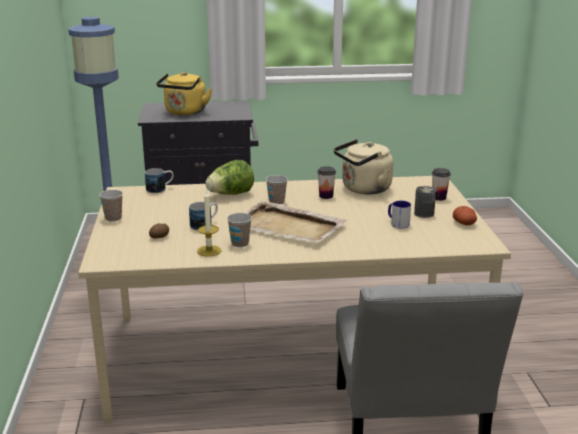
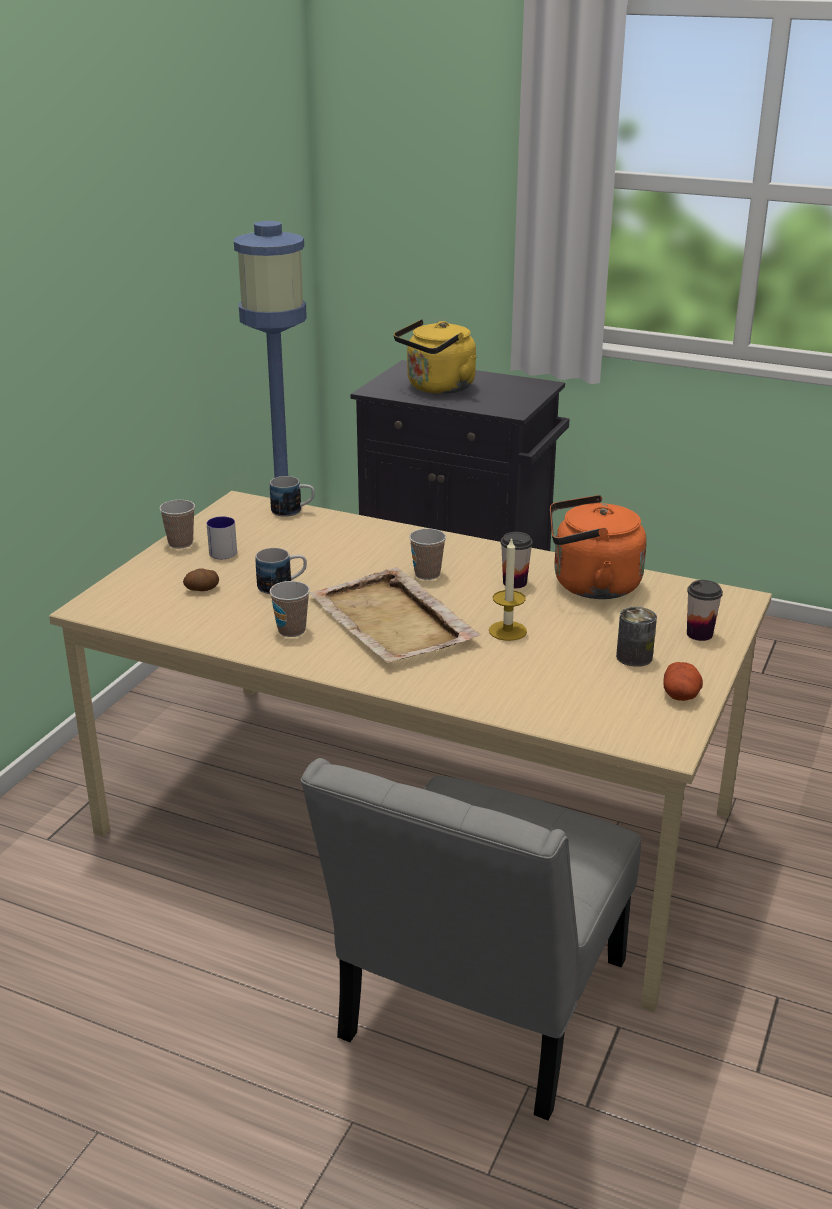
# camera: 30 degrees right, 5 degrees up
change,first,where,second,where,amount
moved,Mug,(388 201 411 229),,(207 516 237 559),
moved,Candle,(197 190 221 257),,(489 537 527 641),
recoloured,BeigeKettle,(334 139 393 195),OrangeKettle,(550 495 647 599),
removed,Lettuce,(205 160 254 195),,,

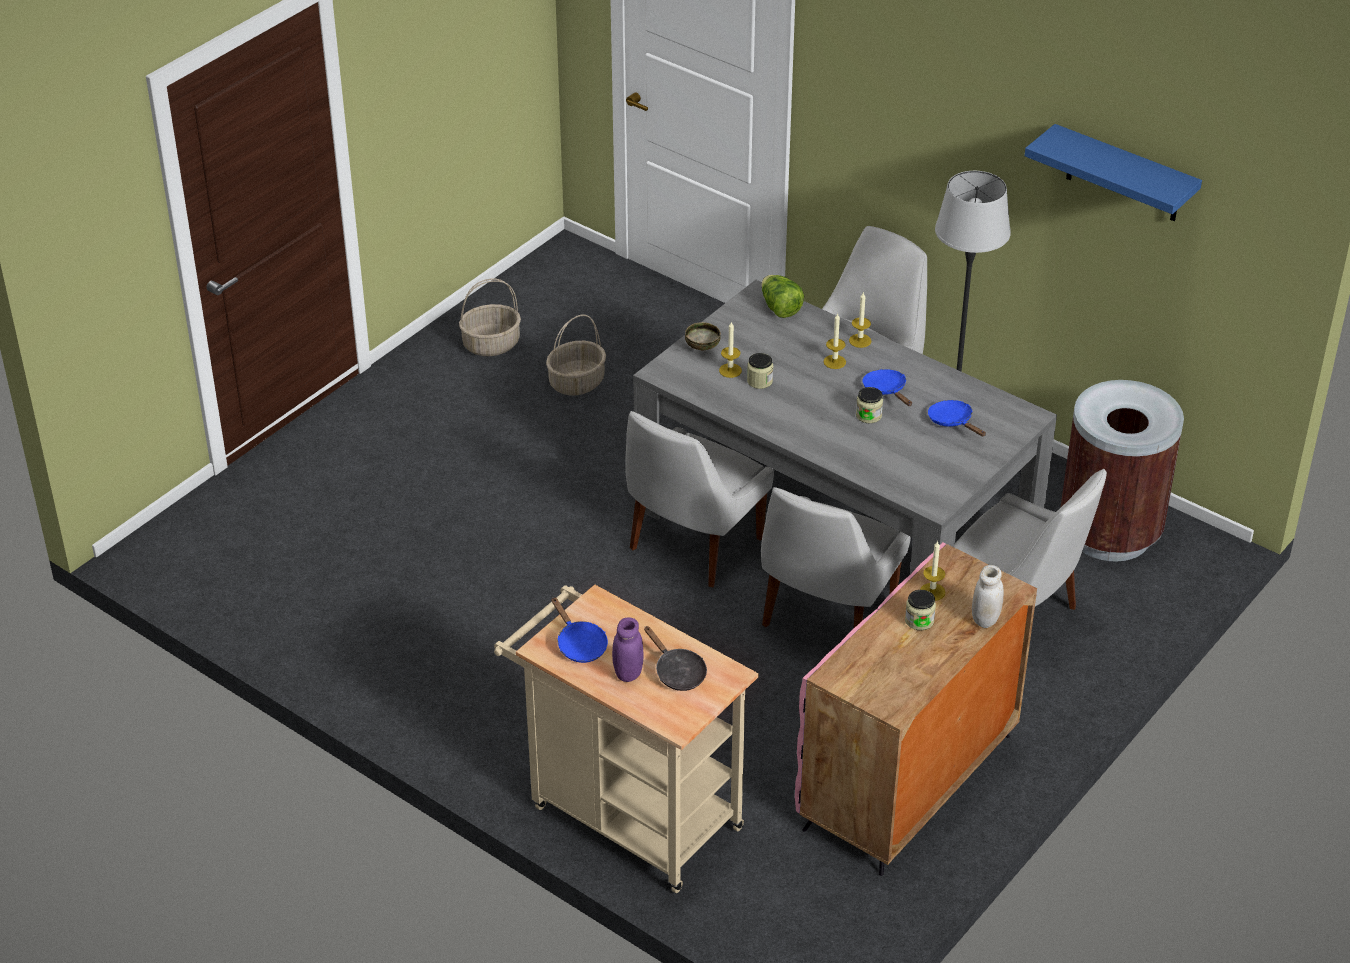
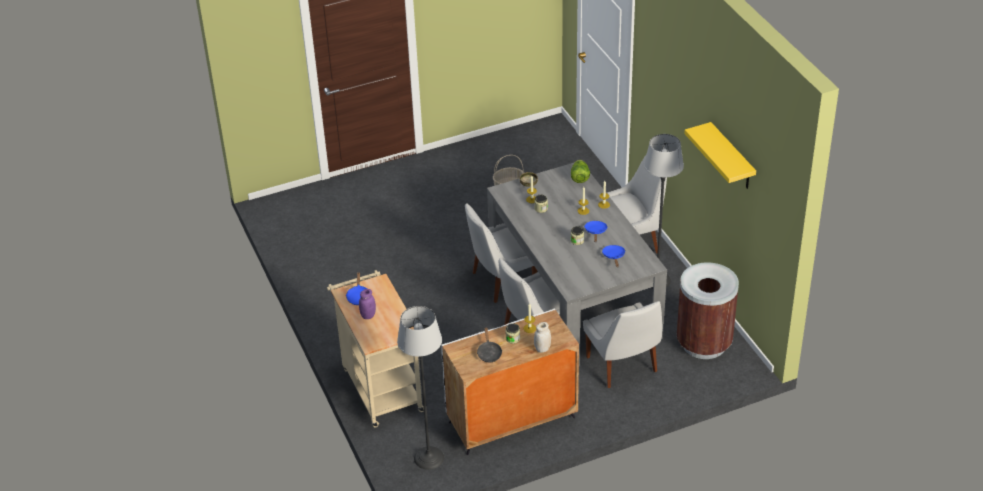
# camera: 30 degrees right, 0 degrees up
change,first,where,second,where,amount
added,,,FloorLamp,(397 306 444 470),
recoloured,PinkCabinet,(795 542 1037 876),WhiteCabinet,(441 308 579 455),
moved,BlackFryingPan,(644 626 707 691),,(477 327 502 362),
recoloured,BlueShelf,(1024 124 1202 221),YellowShelf,(684 122 756 189),
removed,Basket,(459 279 521 356),,,

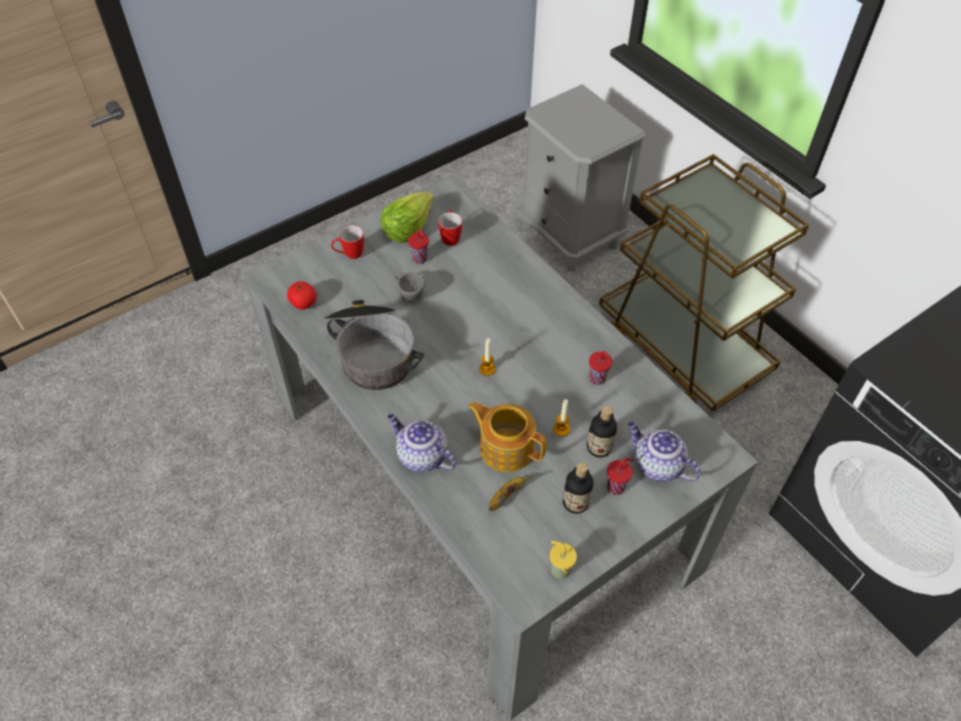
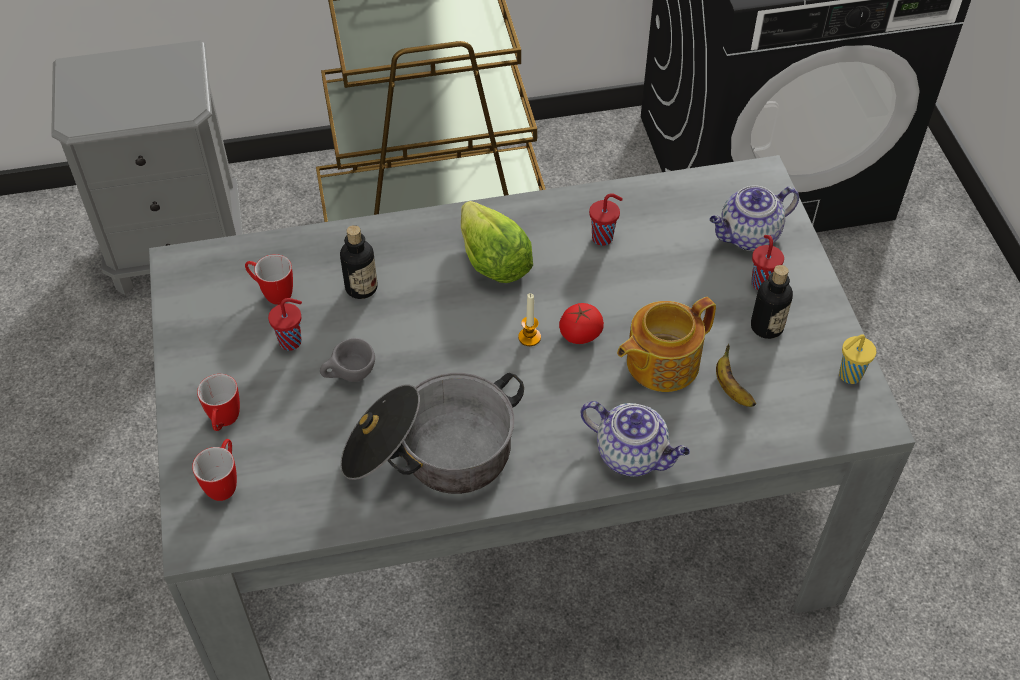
# camera: 65 degrees left, 0 degrees up
change,first,where,second,where,amount
added,,,Mug,(192 439 237 501),
moved,Bottle,(586 406 617 458),,(340 225 378 299),
moved,Lettuce,(380 192 434 243),,(461 201 533 283),
moved,Tomato,(287 281 317 309),,(559 303 604 344),
turned,Teapot,(387 414 456 472),,(581 401 690 477),120 degrees counterclockwise
removed,Candle,(553 399 570 436),,,

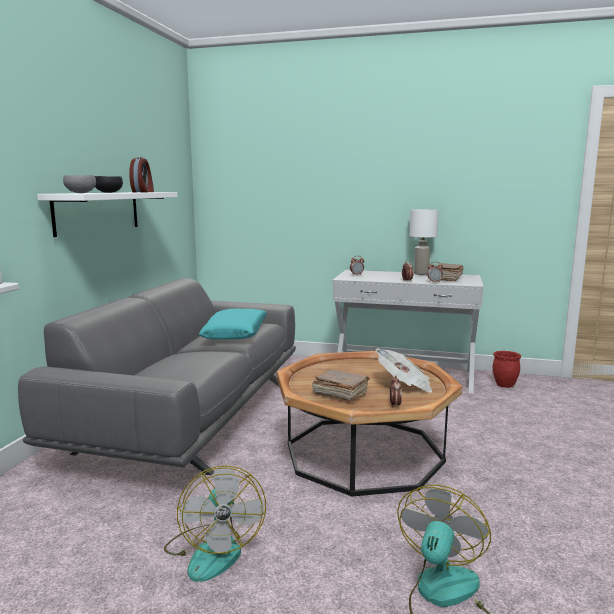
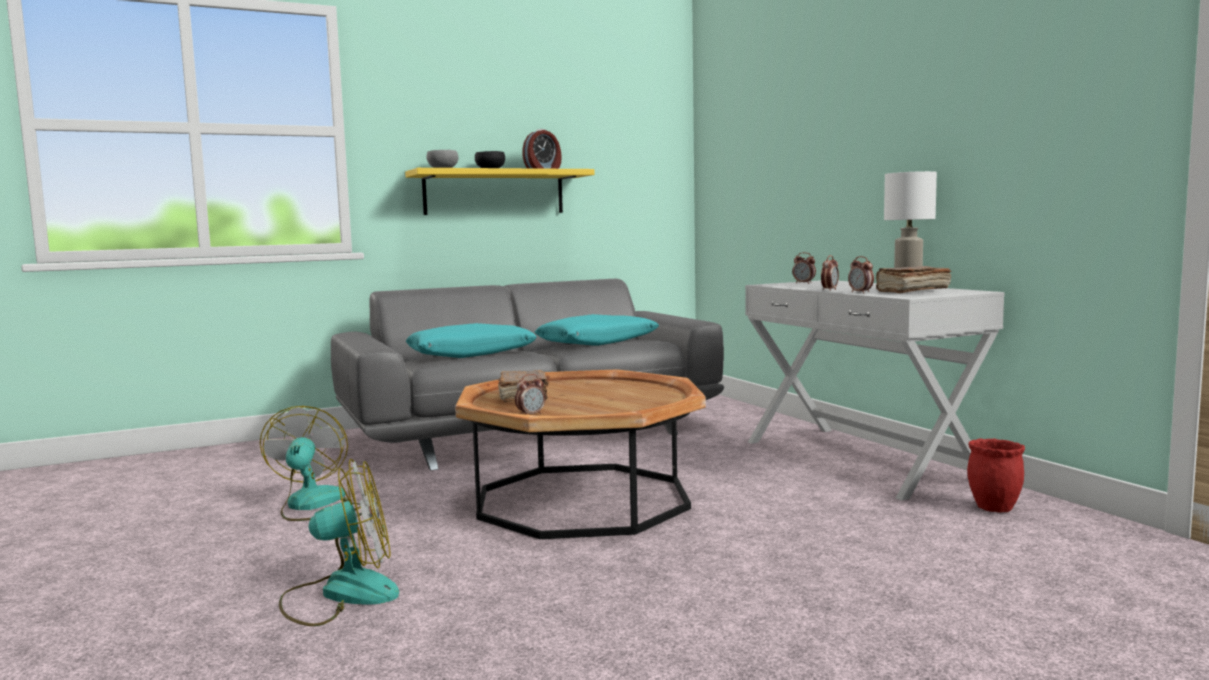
# camera: 50 degrees right, 5 degrees down
change,first,where,second,where,amount
turned,Fan,(164 465 266 582),,(260 406 361 521),135 degrees clockwise
recoloured,WhiteShelf,(37 192 178 237),YellowShelf,(405 168 595 215),
added,,,TurquoisePillow,(406 323 537 358),
removed,Newspaper,(375 348 432 393),,,

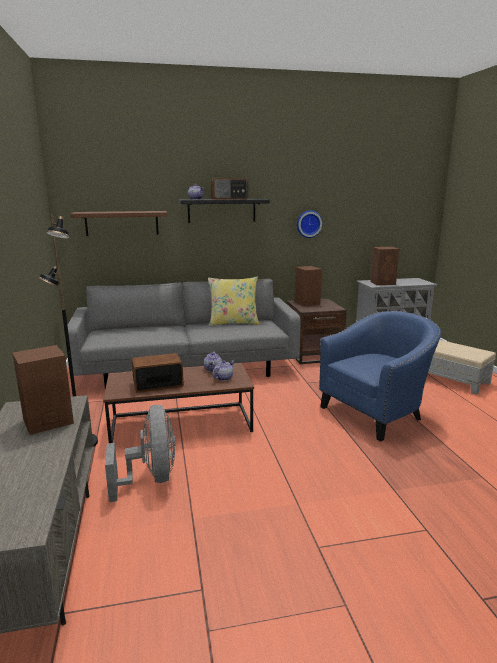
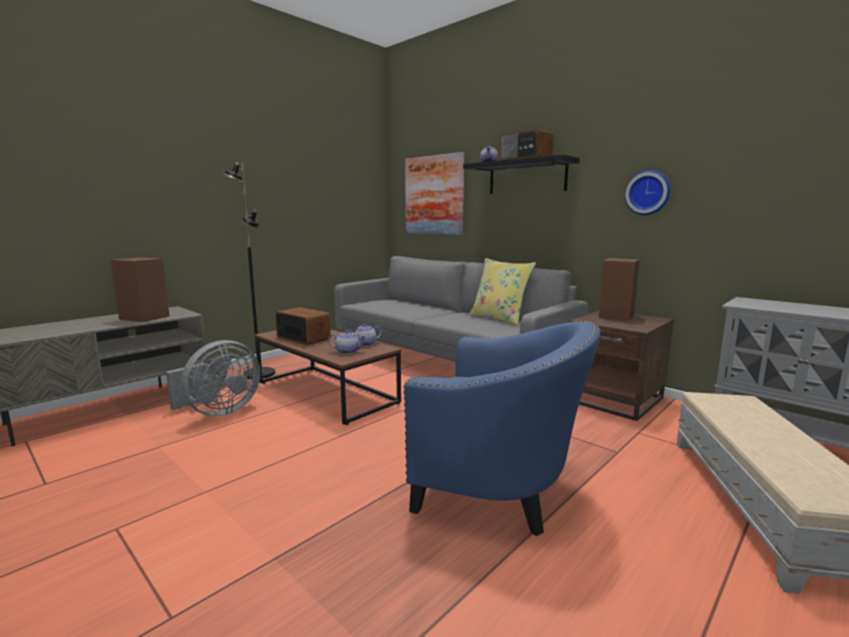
# camera: 55 degrees right, 5 degrees down
change,first,where,second,where,amount
replaced,BrownShelf,(70 211 167 236),Picture,(405 152 465 235),
removed,BrownSpeaker,(370 247 399 285),,,

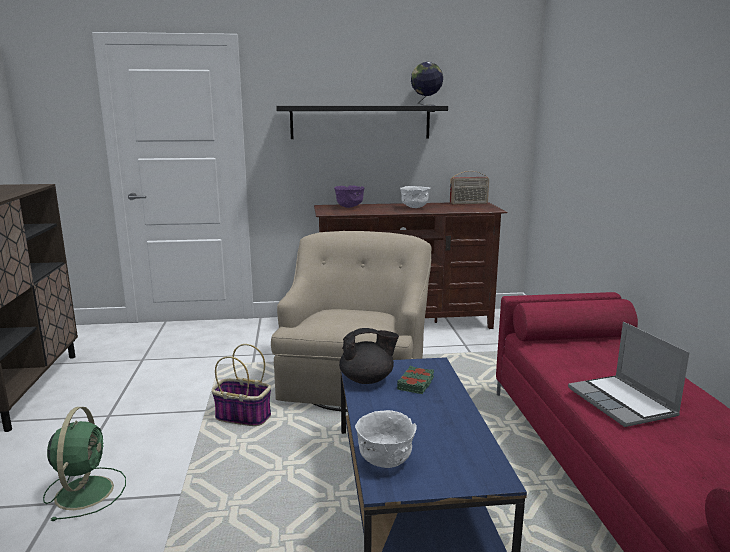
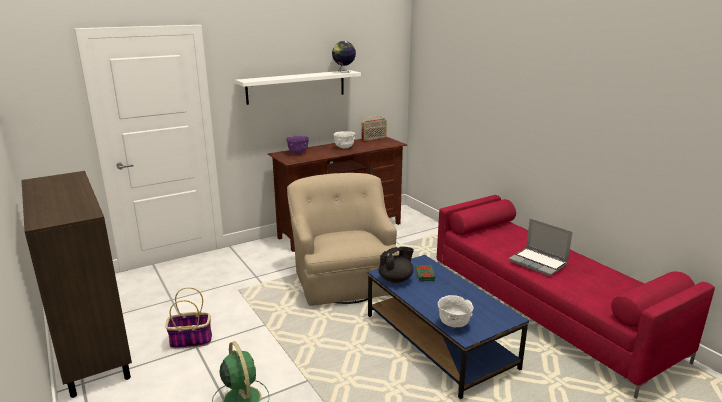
# camera: 25 degrees left, 5 degrees up
change,first,where,second,where,amount
moved,Basket,(212 344 271 426),,(165 287 212 349),
recoloured,BlackShelf,(276 106 448 139),WhiteShelf,(235 70 361 105),

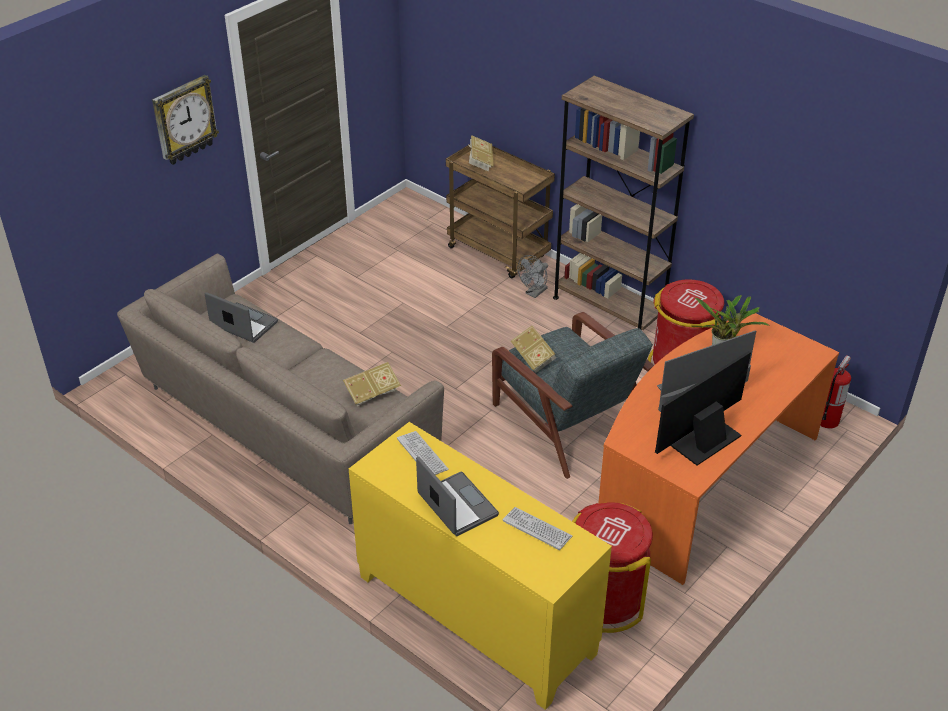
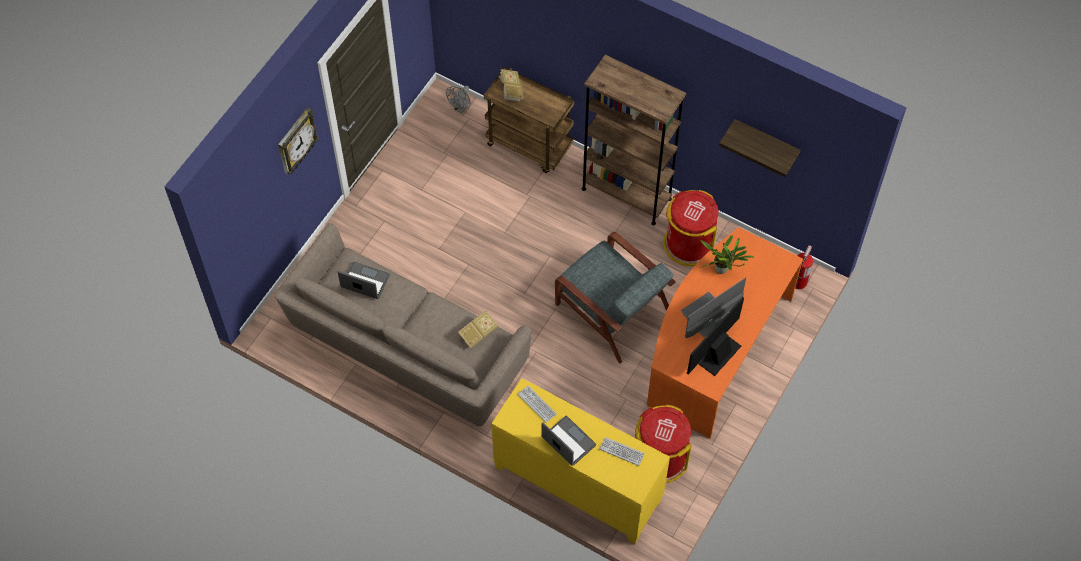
# camera: 10 degrees left, 20 degrees up
change,first,where,second,where,amount
moved,GreyFan,(518 255 548 298),,(446 86 470 113),
added,,,Shelf,(719 119 801 177),
removed,Book,(511 325 556 373),,,

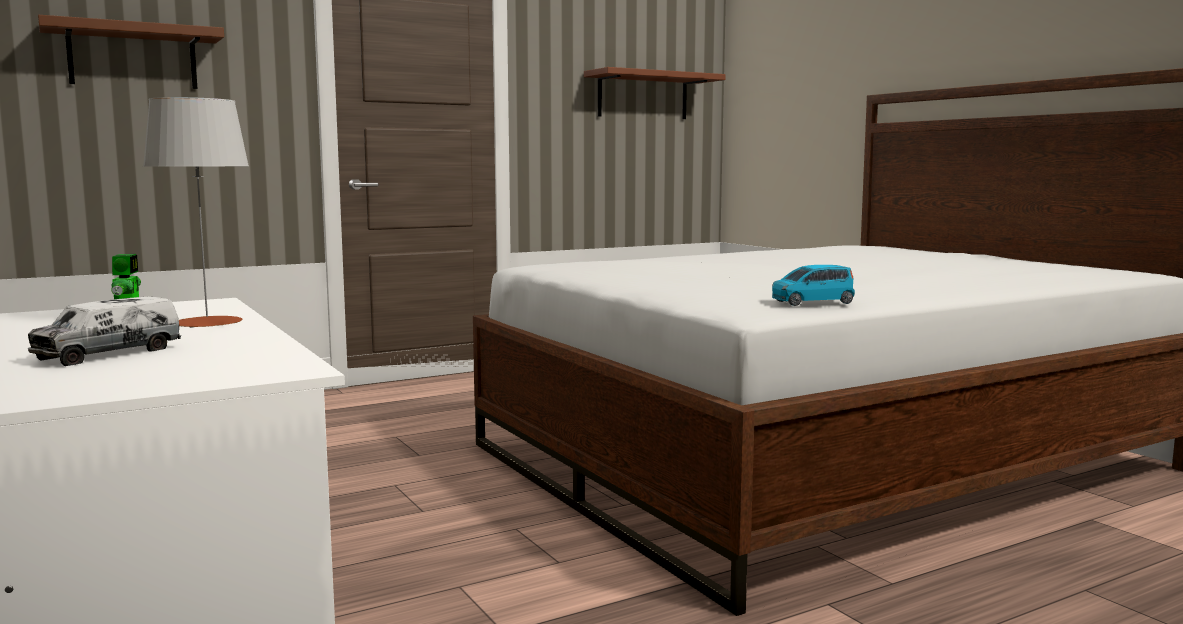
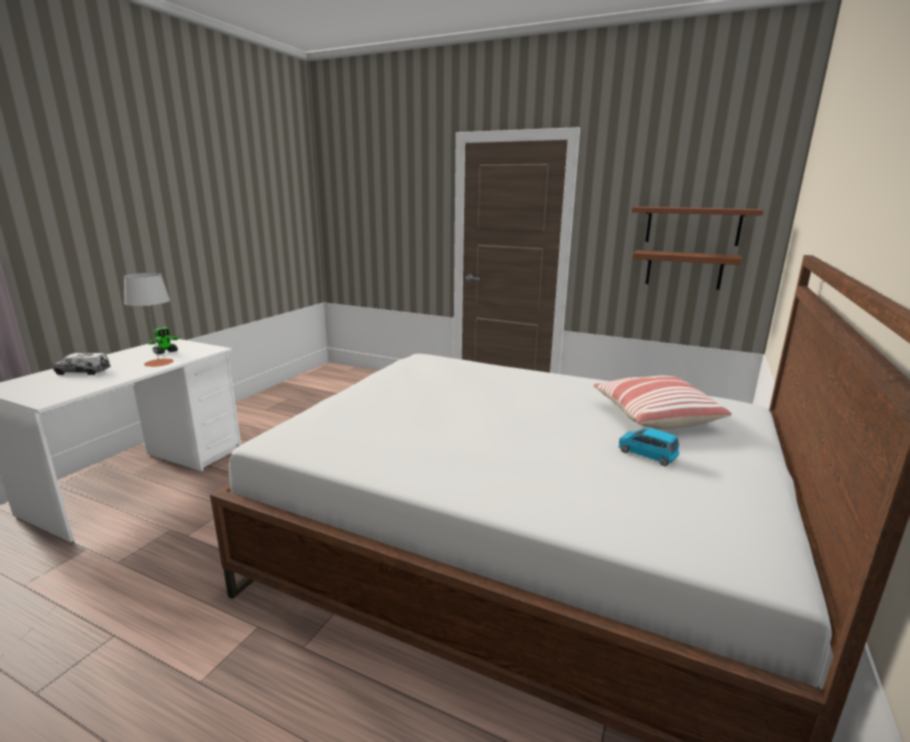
# camera: 55 degrees right, 10 degrees up
change,first,where,second,where,amount
added,,,Pillow,(593 376 732 429),
moved,BlueToyCar,(772 265 855 306),,(619 428 679 466),
moved,BrownShelf,(38 15 224 89),,(632 250 742 290),

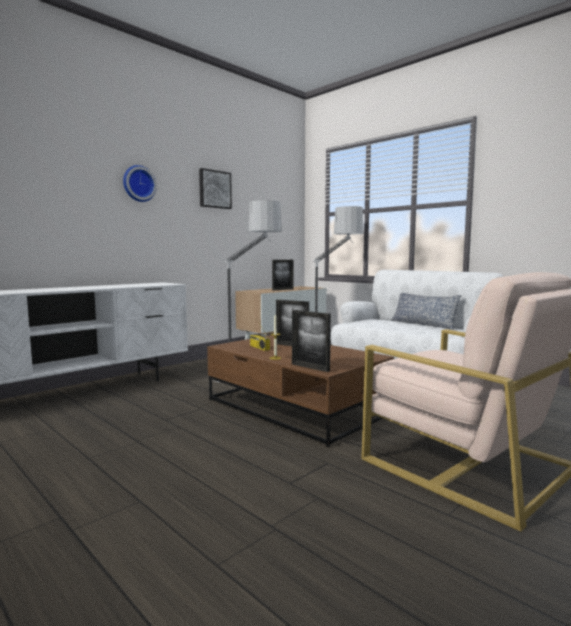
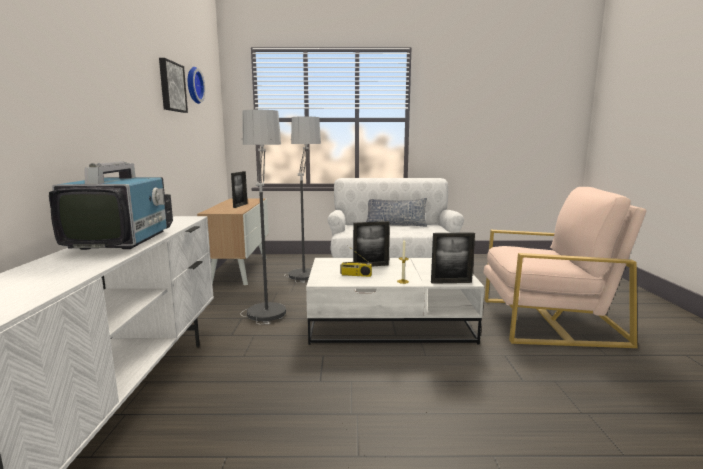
# camera: 45 degrees left, 5 degrees up
change,first,where,second,where,amount
added,,,Television,(49 161 173 250),
moved,WallClock,(123 165 157 202),,(188 67 205 104),
recoloured,BrownCoffeeTable,(207 335 394 447),WhiteCoffeeTable,(306 258 484 345),

